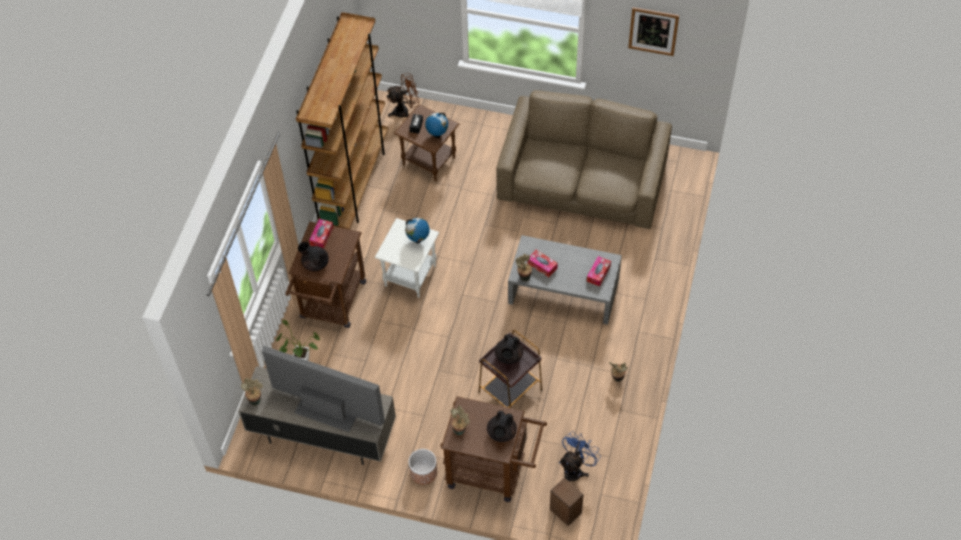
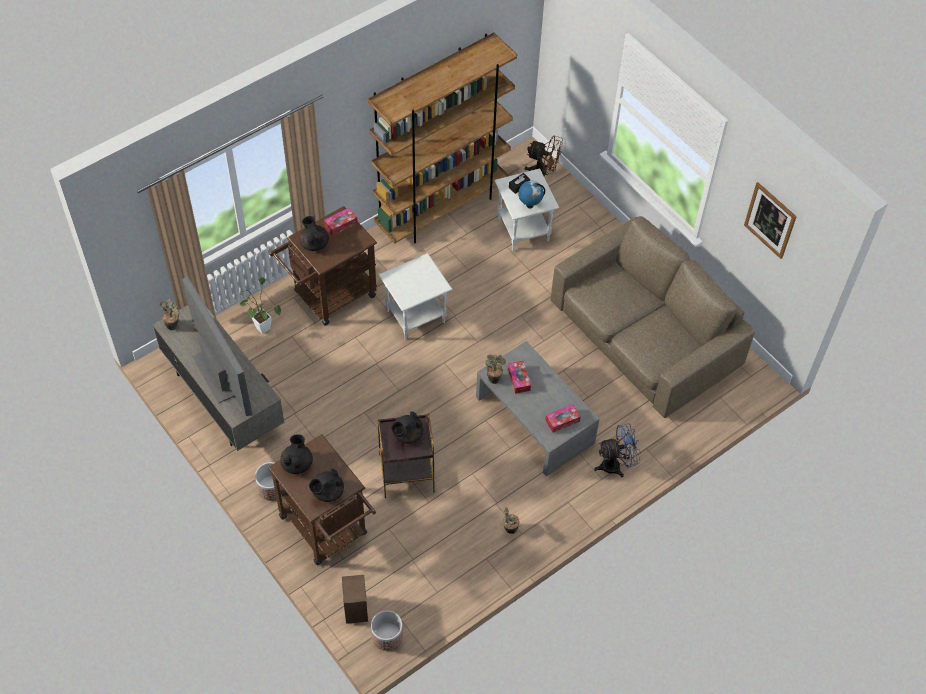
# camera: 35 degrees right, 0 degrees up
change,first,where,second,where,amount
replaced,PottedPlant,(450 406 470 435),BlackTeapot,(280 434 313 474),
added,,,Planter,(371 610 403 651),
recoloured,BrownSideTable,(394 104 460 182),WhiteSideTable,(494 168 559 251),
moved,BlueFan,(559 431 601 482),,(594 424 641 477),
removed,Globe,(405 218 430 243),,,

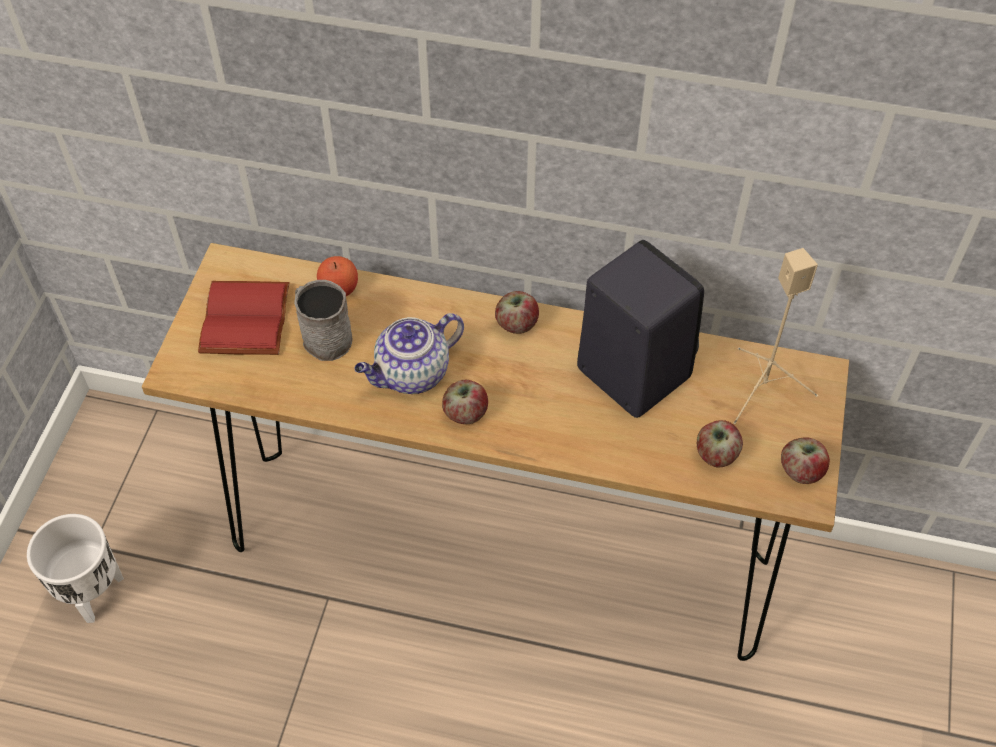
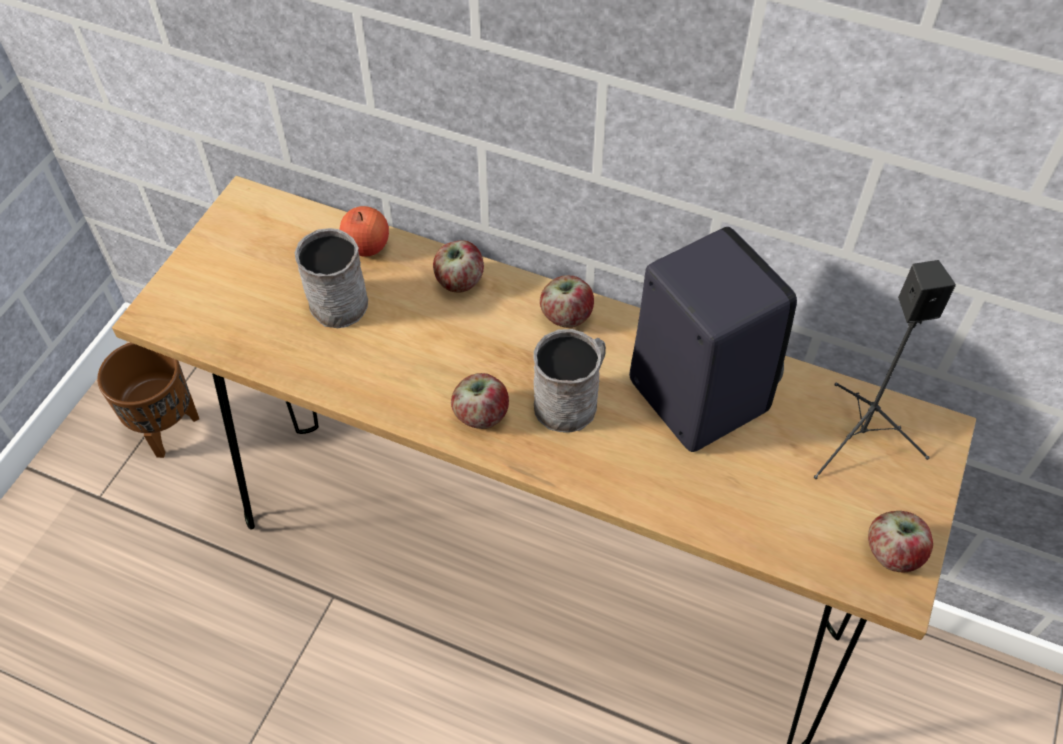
# camera: 10 degrees right, 0 degrees up
change,first,where,second,where,amount
added,,,BrownPlanter,(97 342 199 458),
moved,Apple,(697 420 743 467),,(433 240 484 292),
added,,,GreyMug,(534 329 606 433),
recoloured,BeigeSpeaker,(733 248 818 424),BlackSpeaker,(814 260 956 479),
removed,WhitePlanter,(27 514 124 623),,,
removed,RedBook,(198 281 290 355),,,
removed,Teapot,(355 313 464 394),,,

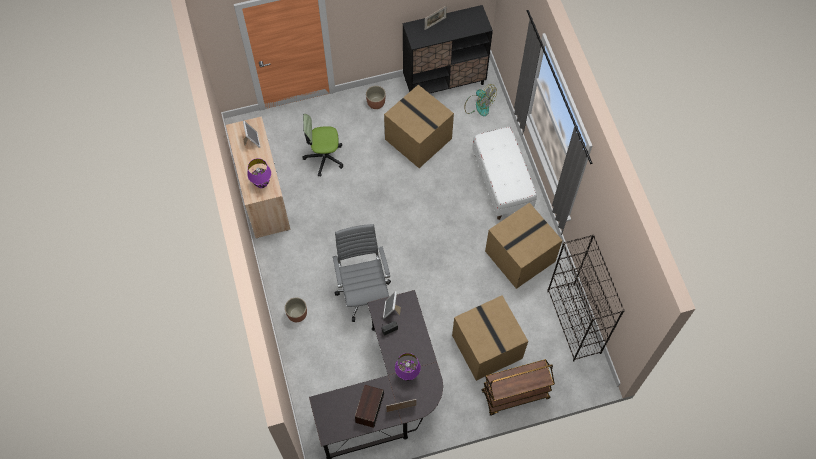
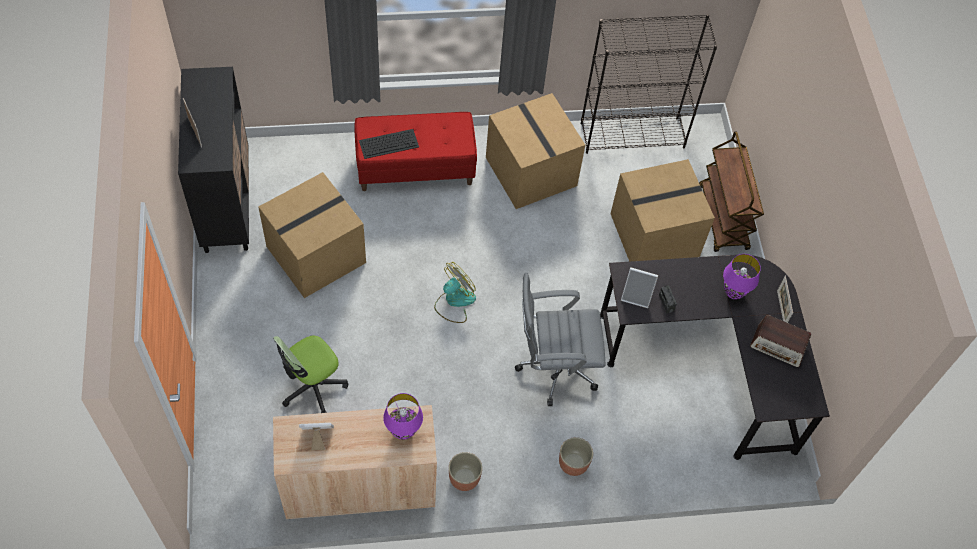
# camera: 85 degrees left, 5 degrees down
change,first,where,second,where,amount
turned,OfficeChair,(303 114 343 177),,(273 336 348 413),45 degrees clockwise
recoloured,WhiteBench,(472 127 537 220),RedBench,(355 112 477 191),
added,,,Keyboard,(359 129 419 159),
moved,Fan,(465 84 497 116),,(434 262 476 323),
moved,Planter,(366 86 386 109),,(449 452 482 491),

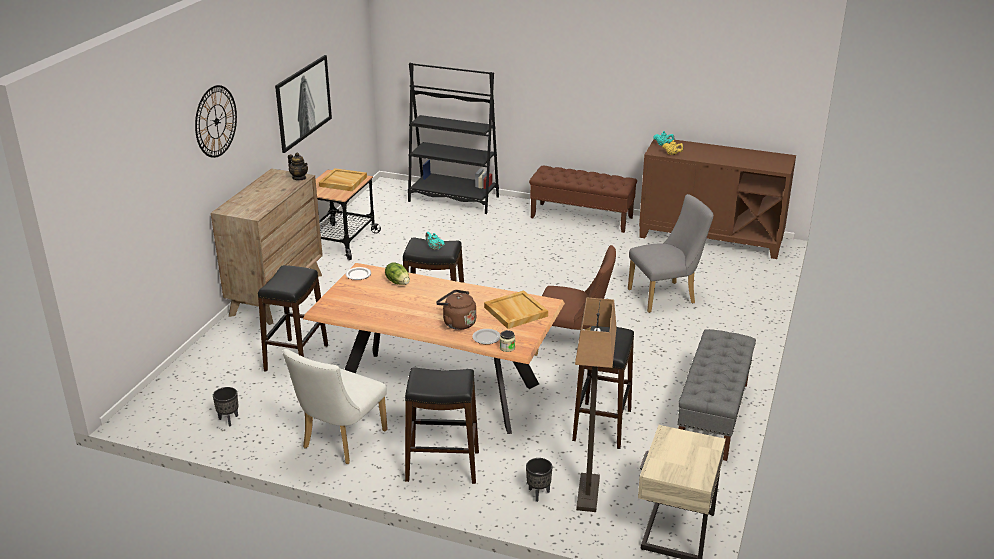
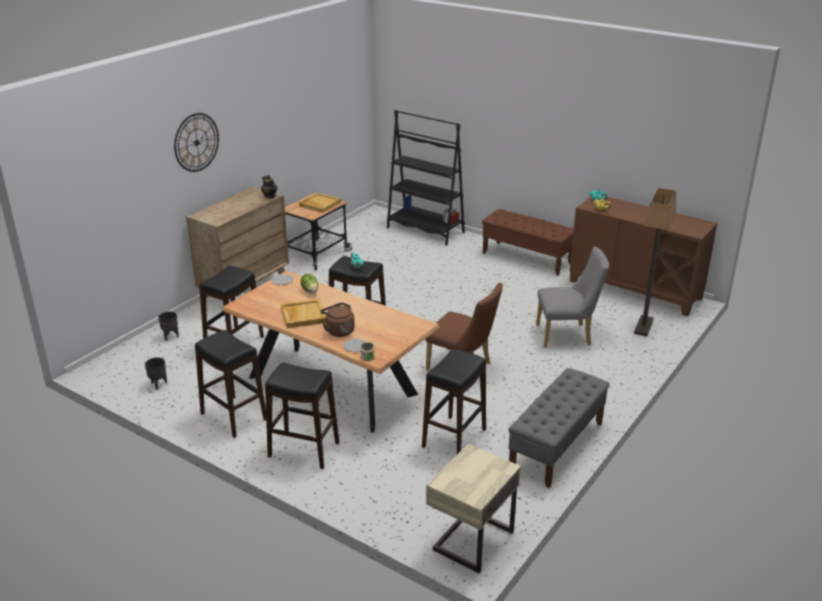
# camera: 15 degrees right, 0 degrees up
change,first,where,second,where,amount
moved,BlackPlanter,(526 458 552 502),,(158 312 179 341),
replaced,WhiteChair,(282 349 388 464),BlackStool,(195 330 266 438),
moved,BeigeTray,(484 290 548 329),,(281 299 326 328),
moved,FloorLamp,(575 297 617 512),,(634 188 676 337),
removed,Picture,(275 55 332 153),,,

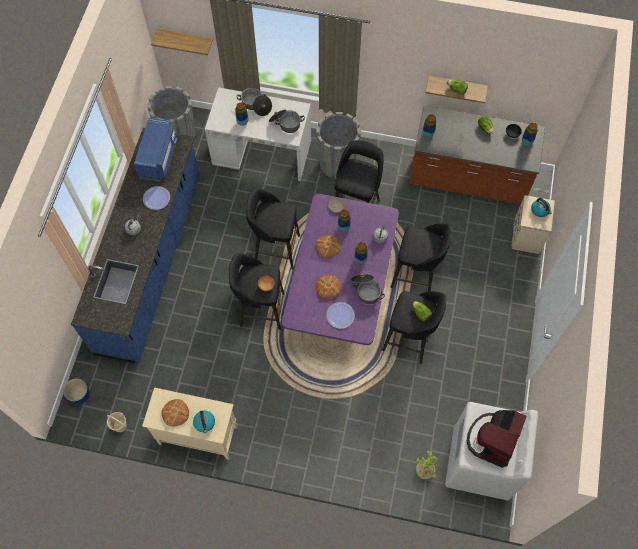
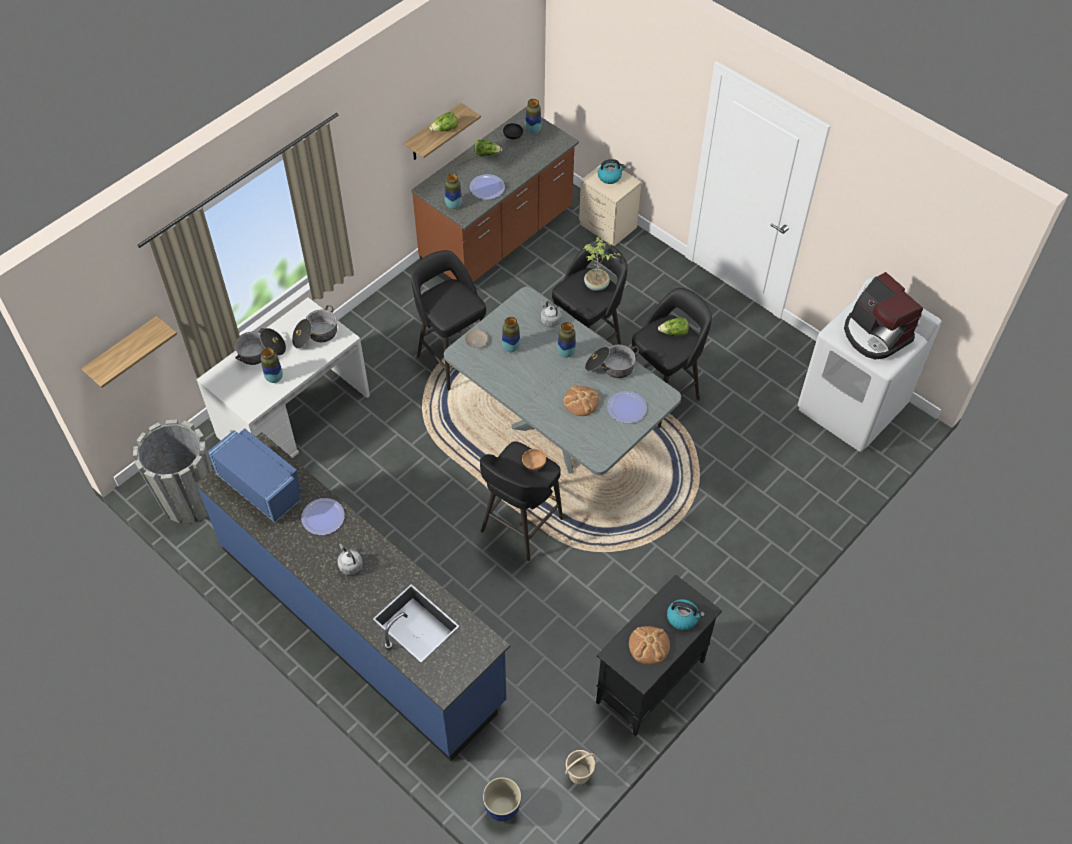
# camera: 60 degrees left, 10 degrees down
change,first,where,second,where,amount
recoloured,PurpleDiningTable,(282 194 399 345),GreyDiningTable,(444 287 681 475),
added,,,Plate,(470 174 505 200),
moved,PottedPlant,(416 450 439 480),,(583 236 621 291),
recoloured,BeigeCabinet,(142 387 238 460),BlackCabinet,(596 574 722 736),
removed,BlackStool,(246 188 300 269),,,
removed,GreyPlanter,(316 112 361 178),,,
removed,Bread,(316 235 341 258),,,

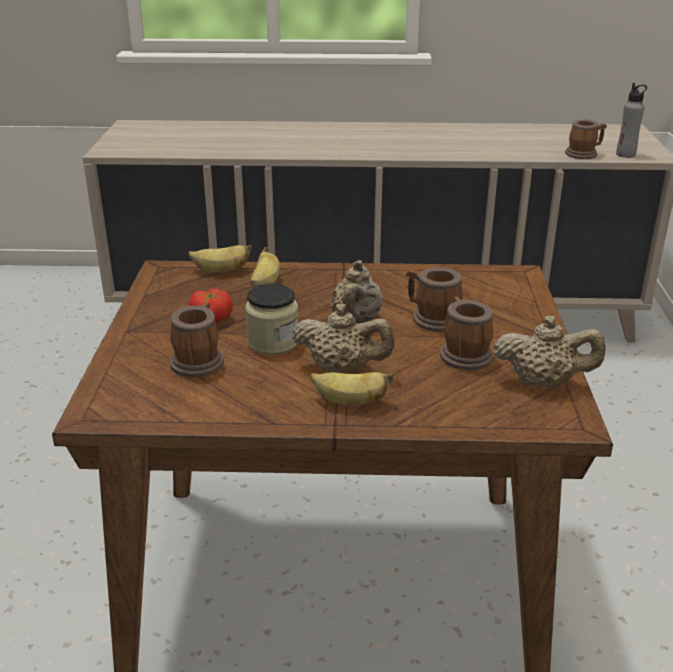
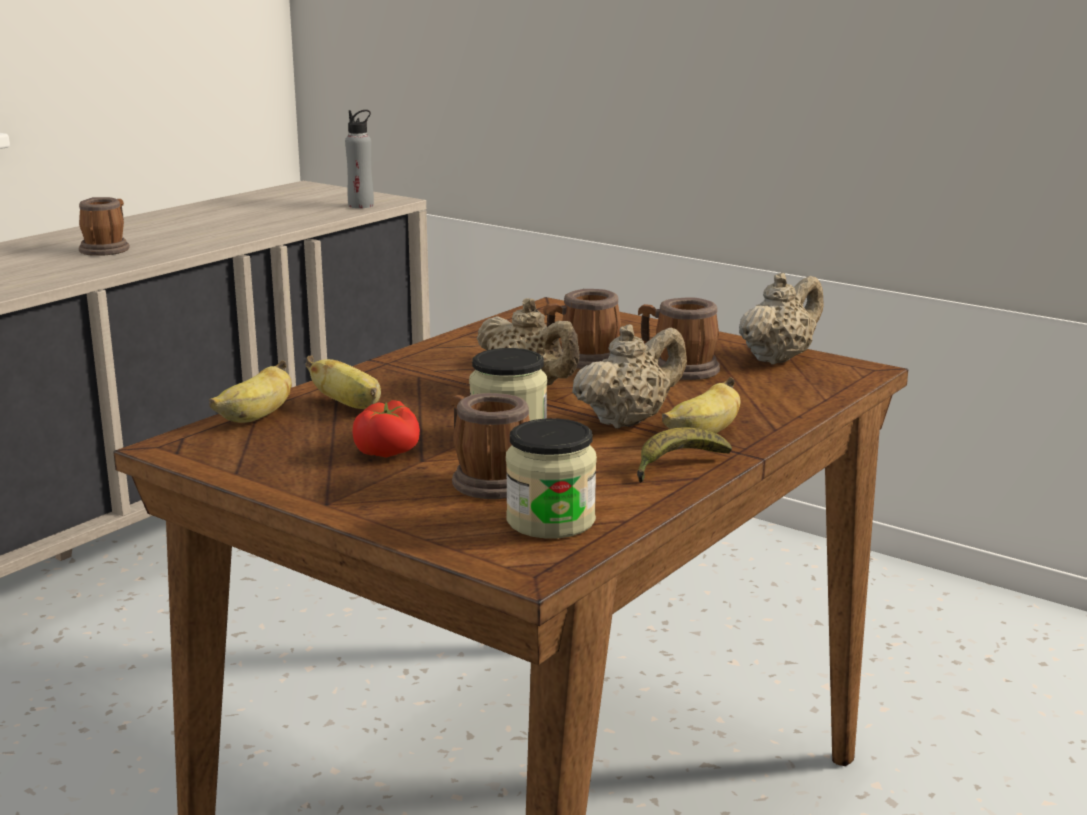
# camera: 55 degrees left, 10 degrees down
change,first,where,second,where,amount
moved,Mug,(565 119 607 159),,(79 197 130 256),
added,,,Jar,(506 418 597 538),
added,,,Banana,(637 427 732 483),

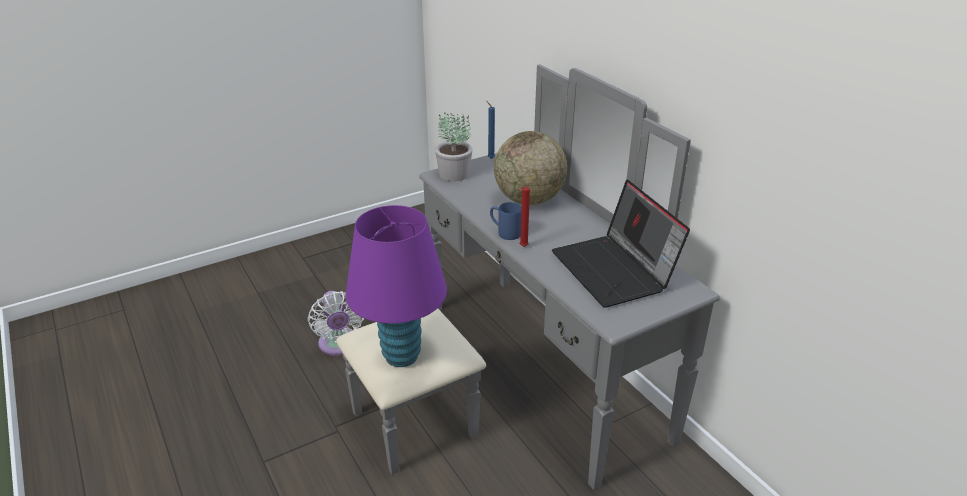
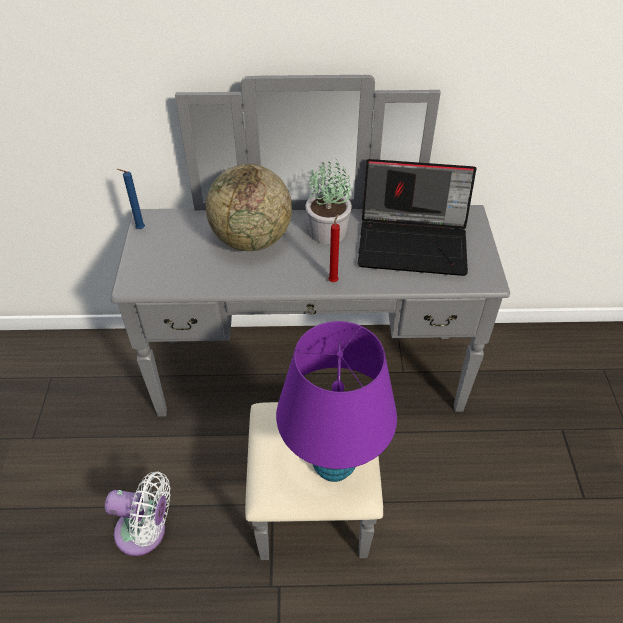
# camera: 60 degrees left, 15 degrees up
change,first,where,second,where,amount
moved,PottedPlant,(435 113 473 181),,(305 159 352 244),
removed,BlueMug,(490 202 522 240),,,

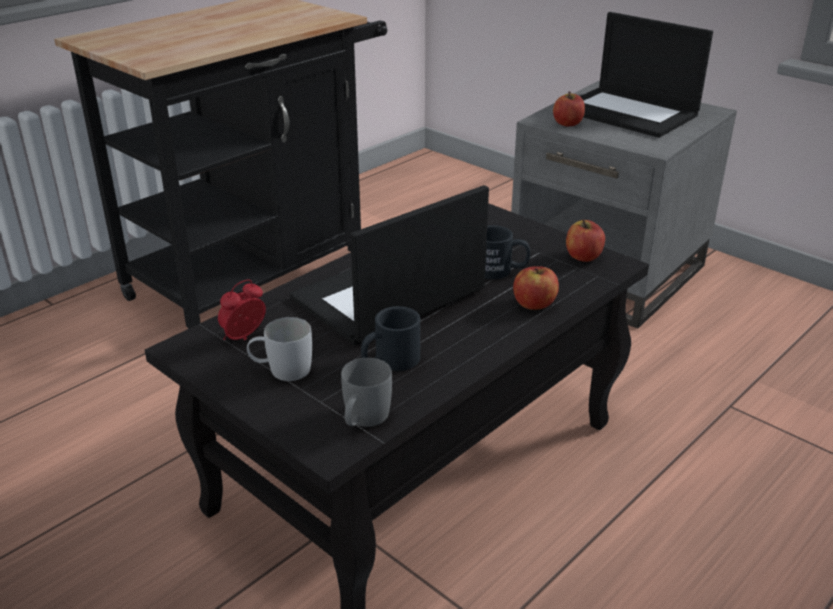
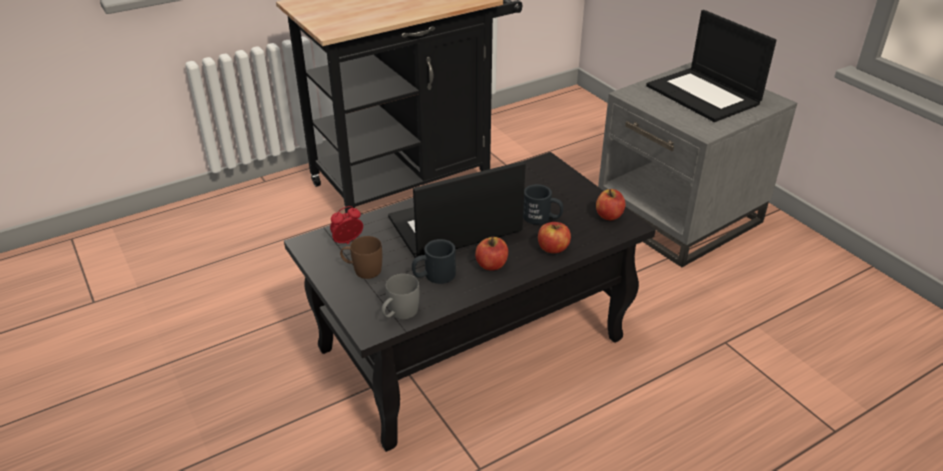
# camera: 15 degrees right, 5 degrees up
change,first,where,second,where,amount
recoloured,WhiteMug,(247 317 312 381),BrownMug,(340 236 382 279),
moved,Apple,(553 92 585 126),,(475 237 508 270),

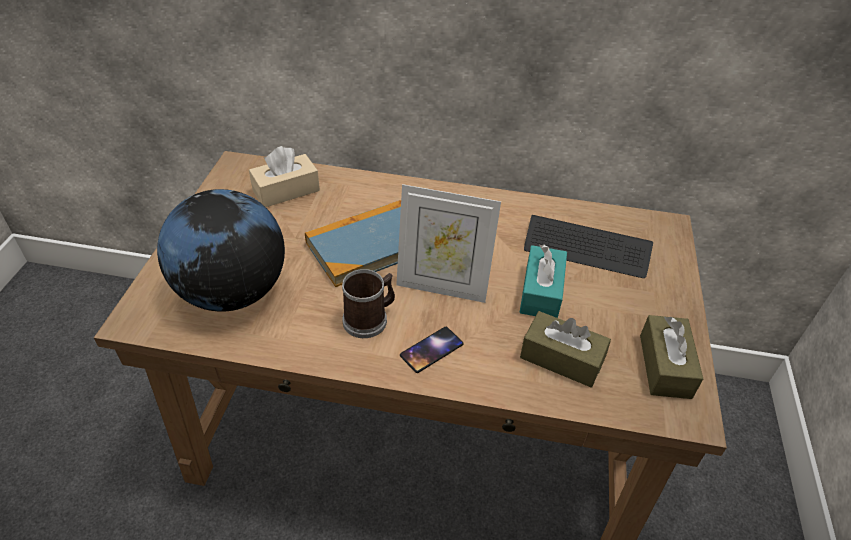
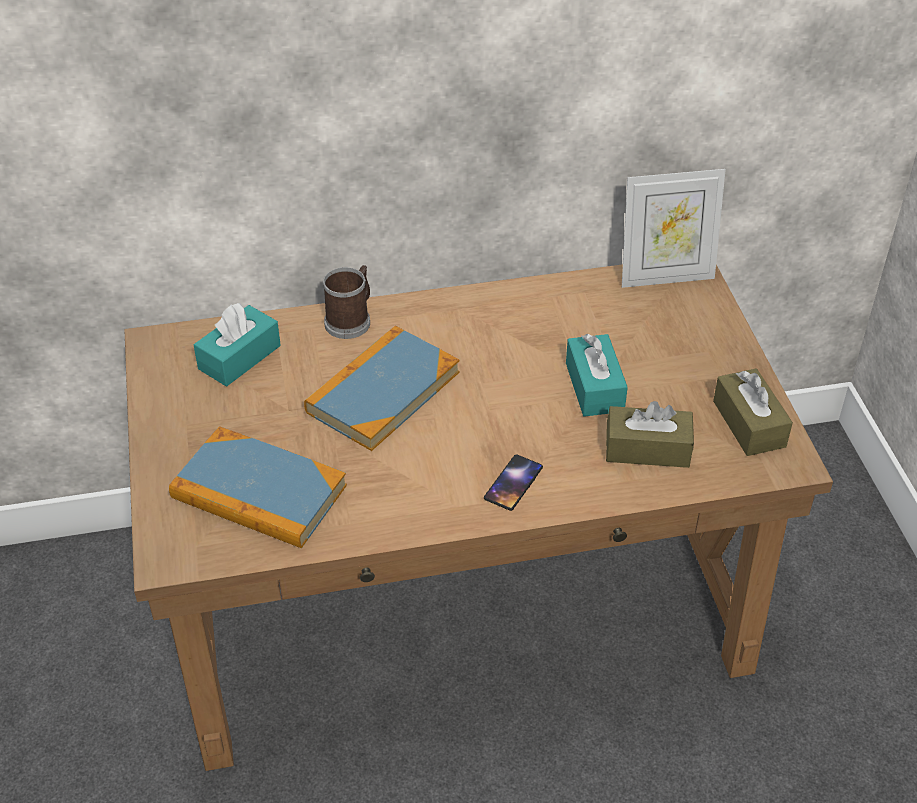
# camera: 20 degrees left, 0 degrees up
change,first,where,second,where,amount
replaced,Globe,(157 189 285 312),Book,(169 426 347 548),
recoloured,BeigeTissueBox,(249 146 320 207),TurquoiseTissueBox,(194 303 281 386),
moved,Mug,(342 269 395 338),,(323 265 370 339),
moved,PictureFrame,(396 184 501 303),,(622 169 726 288),
removed,Keyboard,(524 215 653 278),,,

